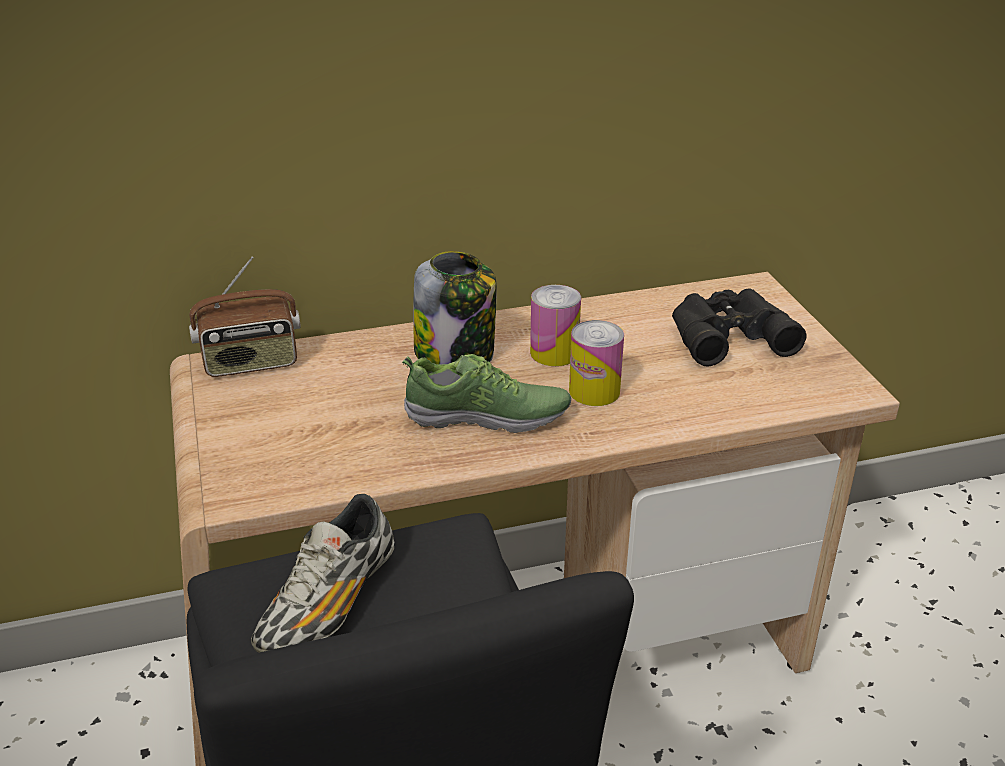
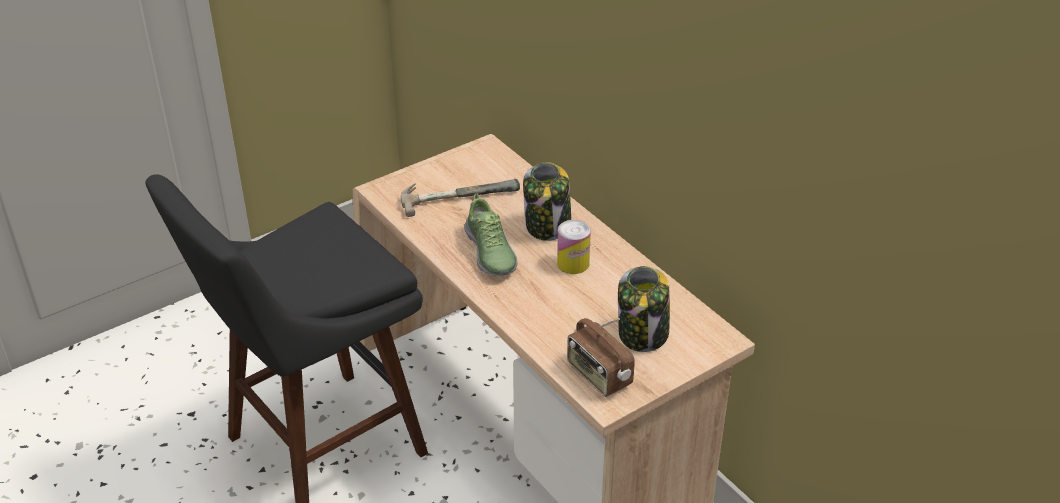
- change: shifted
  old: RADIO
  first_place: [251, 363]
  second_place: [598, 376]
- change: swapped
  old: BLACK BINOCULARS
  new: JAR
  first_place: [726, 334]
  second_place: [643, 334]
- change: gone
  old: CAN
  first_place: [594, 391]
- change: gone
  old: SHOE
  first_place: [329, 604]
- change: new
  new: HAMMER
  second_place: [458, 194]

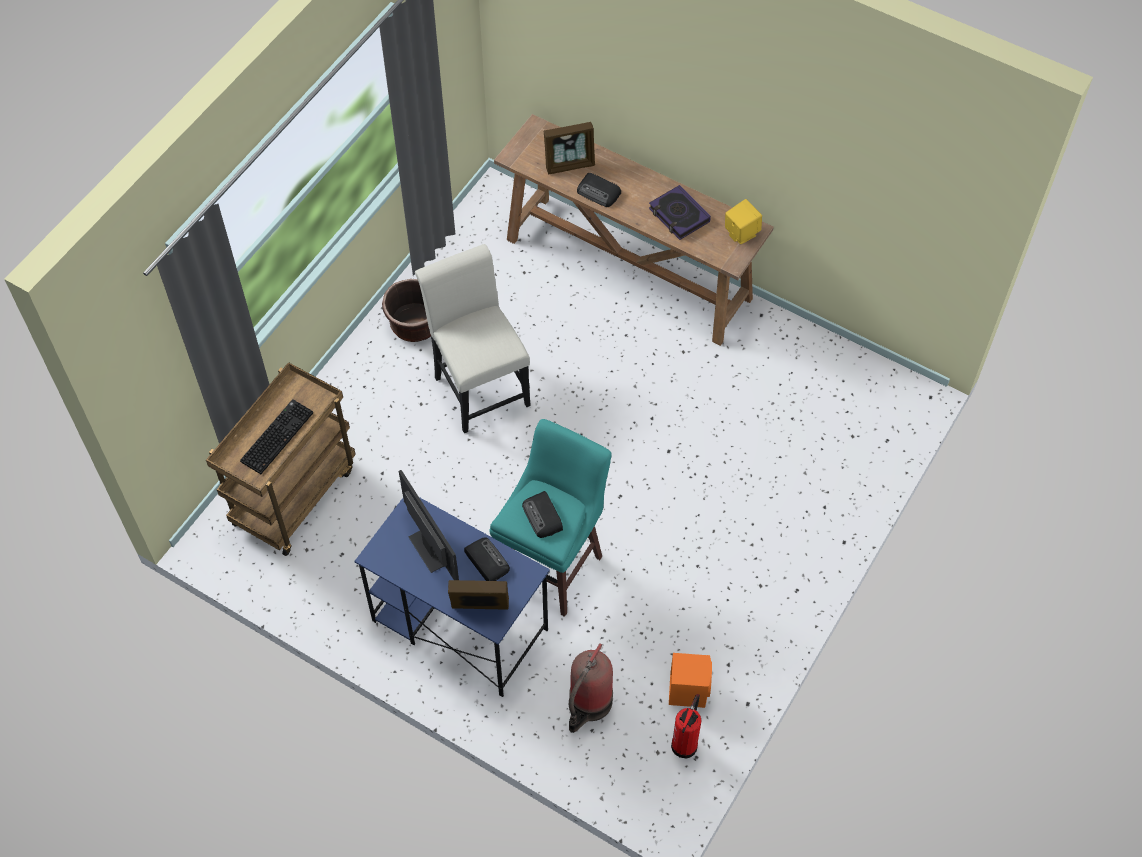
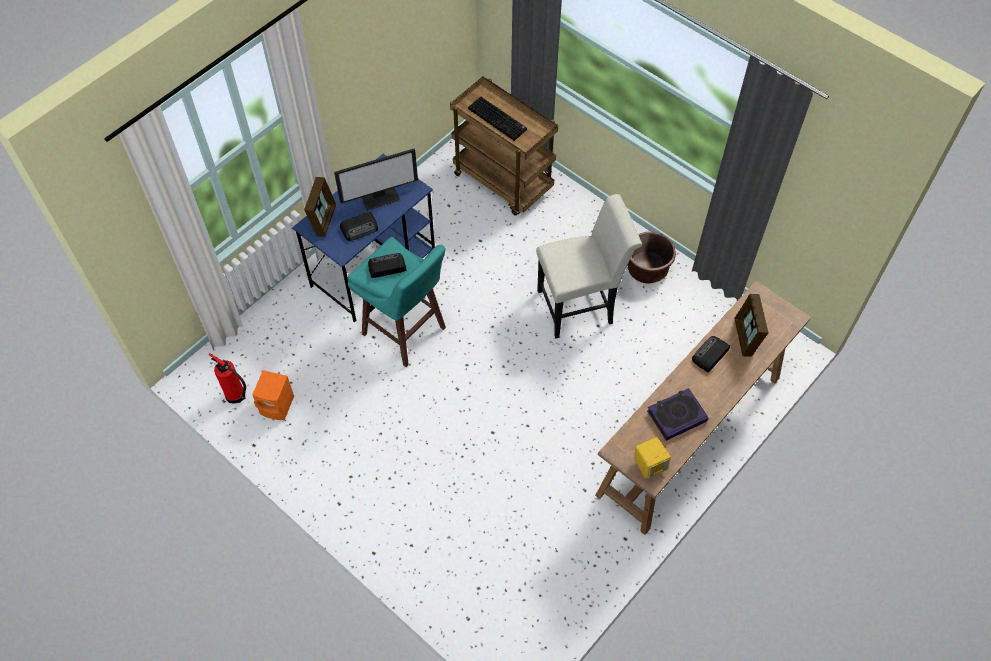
- change: gone
  old: FIRE EXTINGUISHER
  first_place: [588, 704]

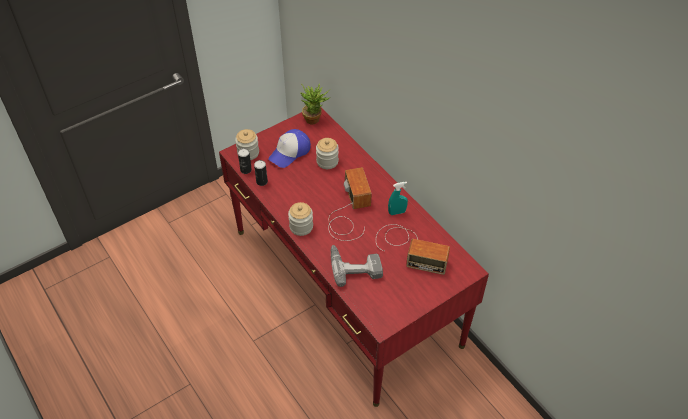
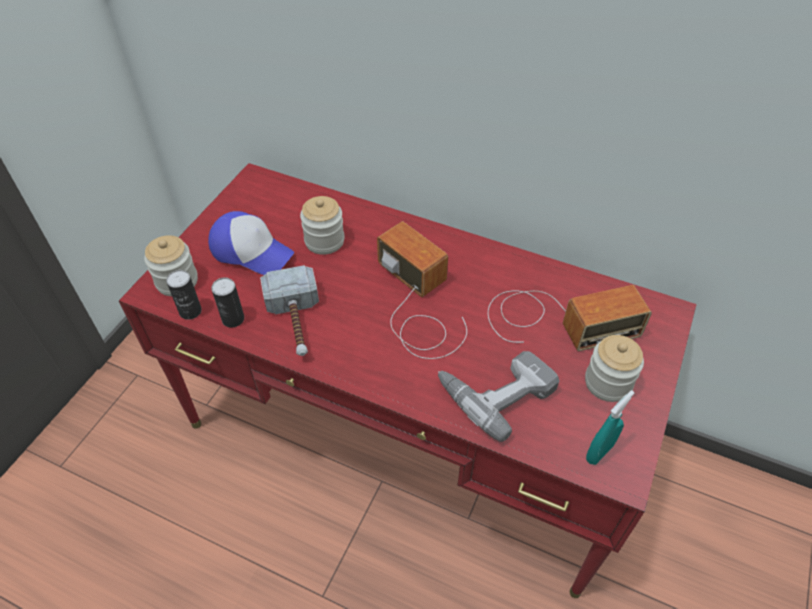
- change: gone
  old: POTTED PLANT
  first_place: [315, 119]
- change: rotated
  old: CAP
  first_place: [290, 152]
  second_place: [251, 251]
  degrees: -75
- change: shifted
  old: TURQUOISE SPRAY BOTTLE
  first_place: [397, 212]
  second_place: [599, 452]
- change: shifted
  old: JAR
  first_place: [301, 227]
  second_place: [608, 382]
- change: new
  new: HAMMER
  second_place: [296, 322]

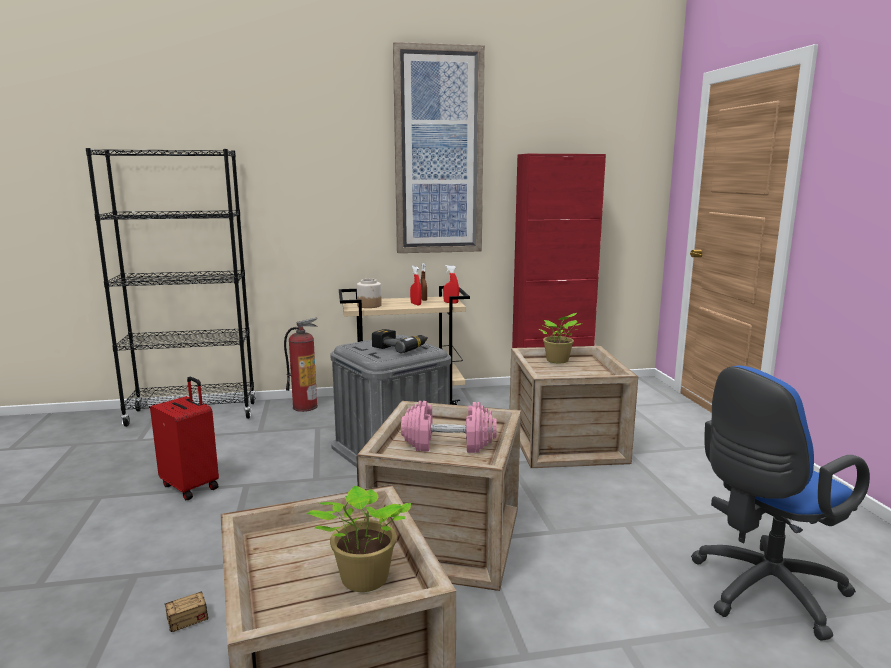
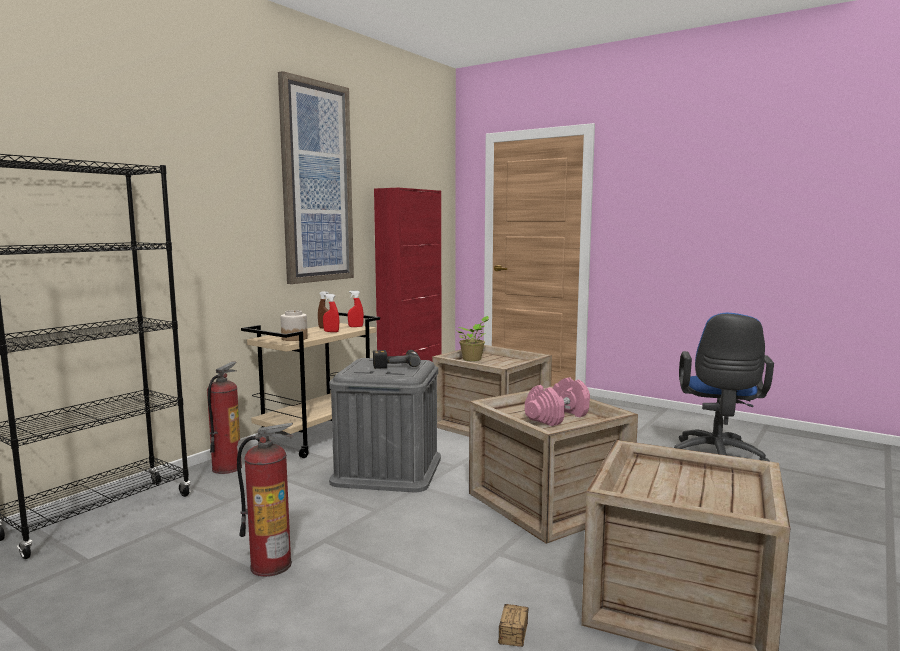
- change: swapped
  old: RED SUITCASE
  new: FIRE EXTINGUISHER
  first_place: [191, 486]
  second_place: [271, 565]
- change: gone
  old: POTTED PLANT
  first_place: [362, 580]

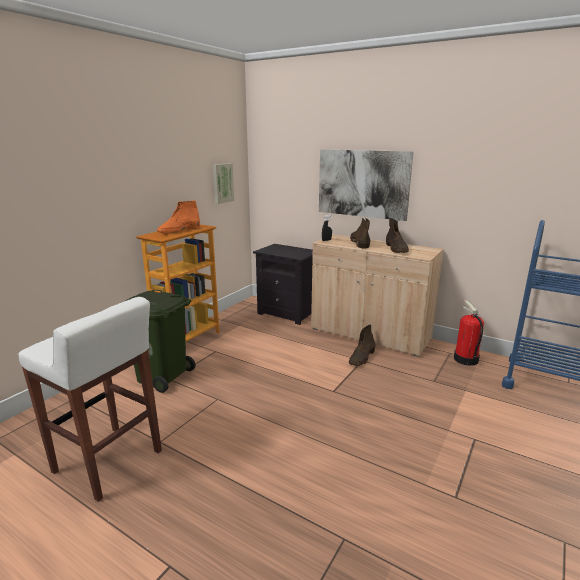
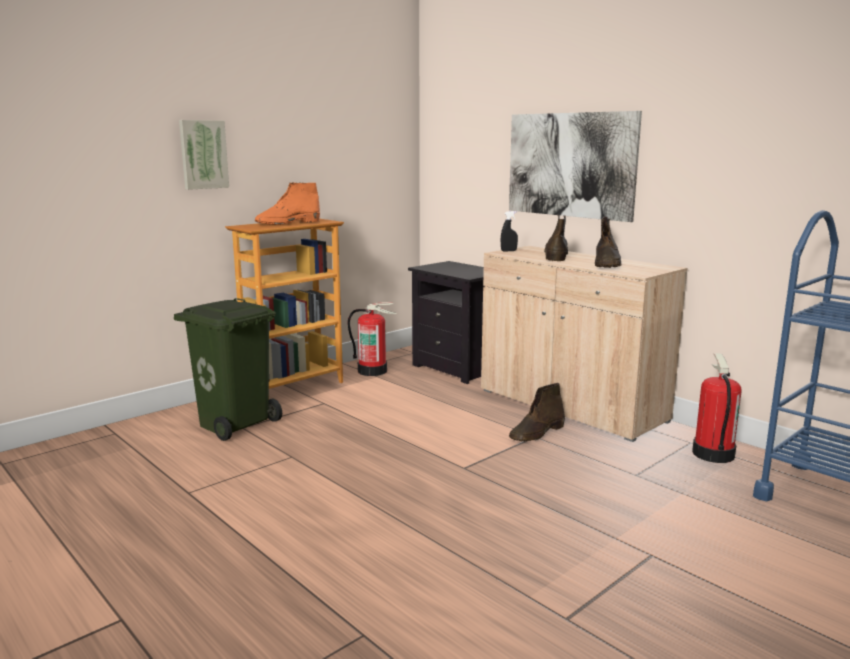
- change: shifted
  old: PICTURE
  first_place: [222, 183]
  second_place: [203, 154]
- change: gone
  old: WHITE STOOL
  first_place: [109, 462]
- change: new
  new: FIRE EXTINGUISHER
  second_place: [372, 371]

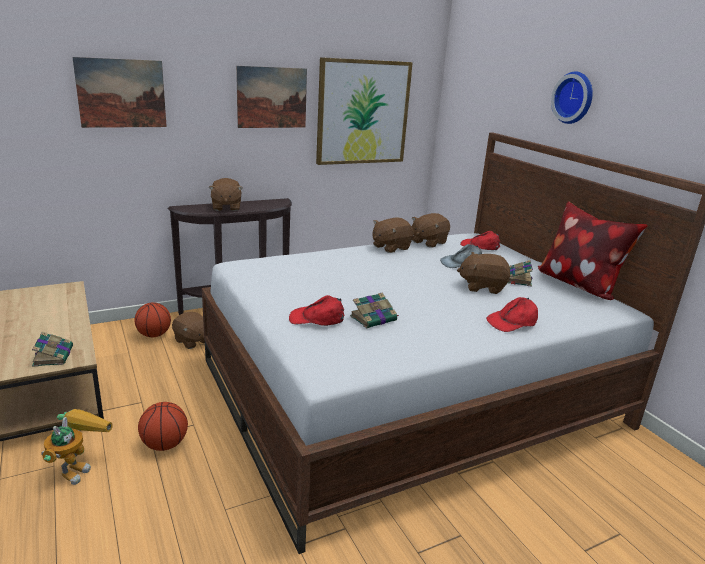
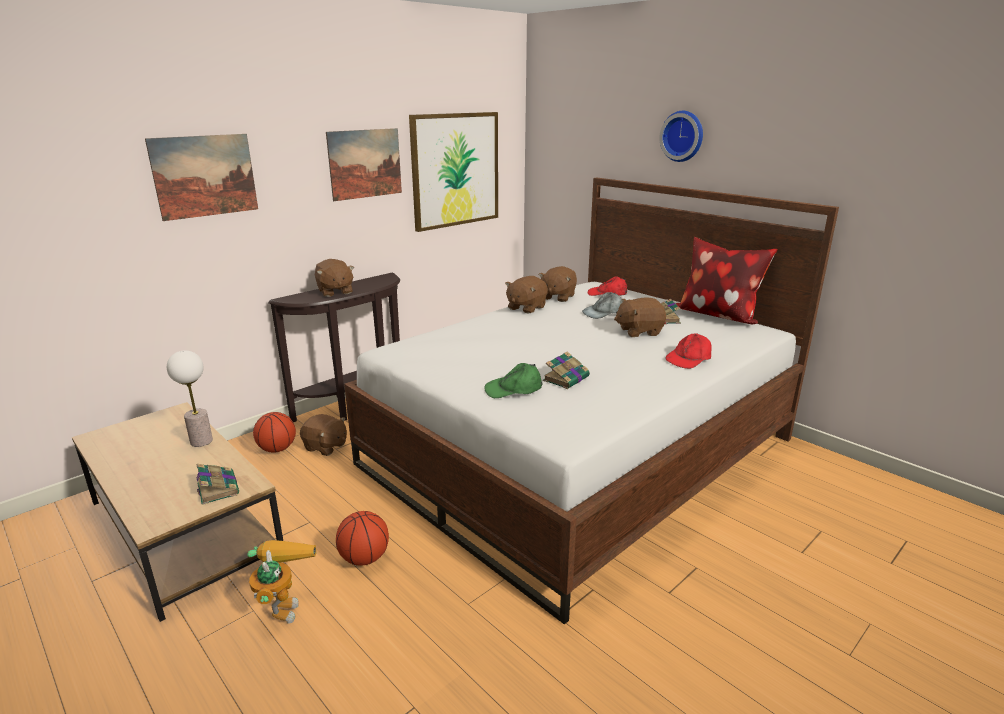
- change: repainted
  old: RED CAP
  new: GREEN CAP
  first_place: [317, 318]
  second_place: [513, 389]
- change: new
  new: TABLE LAMP
  second_place: [201, 441]

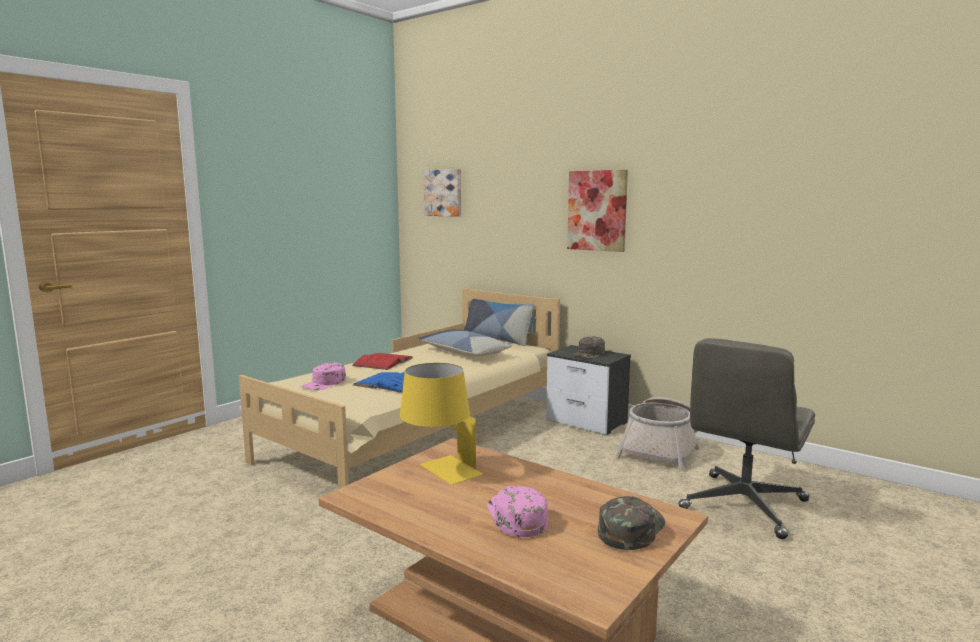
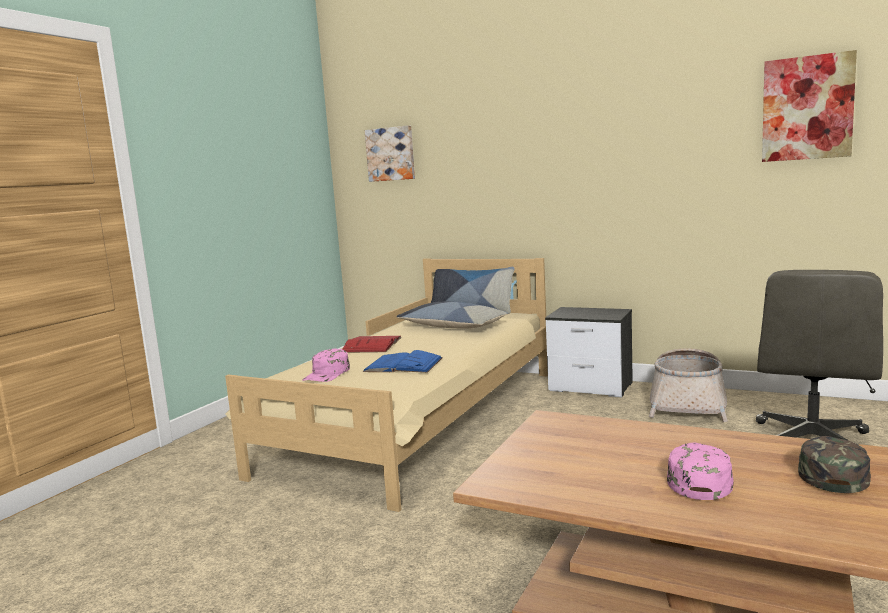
- change: shifted
  old: PICTURE
  first_place: [597, 210]
  second_place: [807, 108]
- change: gone
  old: GREEN CAP
  first_place: [589, 354]
- change: gone
  old: YELLOW TABLE LAMP
  first_place: [440, 472]
- change: rotated
  old: PINK CAP
  first_place: [515, 516]
  second_place: [697, 478]
  degrees: 45

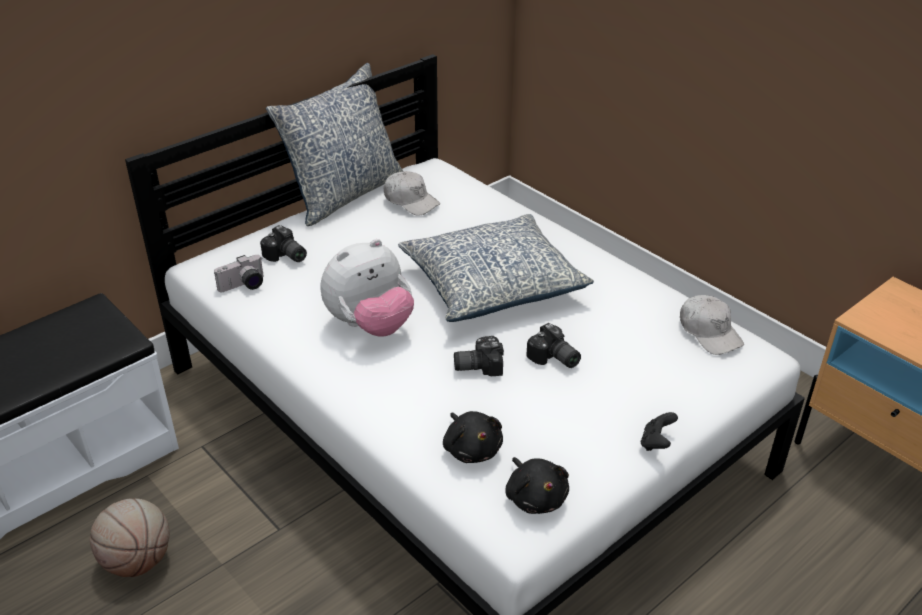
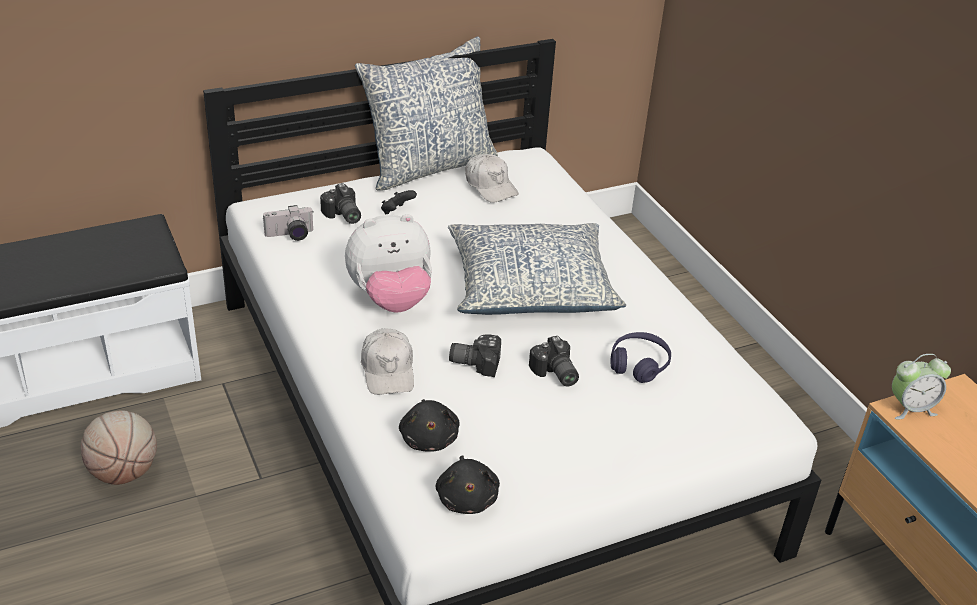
- change: shifted
  old: WHITE CAP
  first_place: [709, 332]
  second_place: [388, 370]
- change: shifted
  old: BLACK GAME CONTROLLER
  first_place: [656, 443]
  second_place: [396, 212]
- change: new
  new: PURPLE HEADPHONES
  second_place: [639, 364]
- change: new
  new: ALARM CLOCK
  second_place: [910, 408]

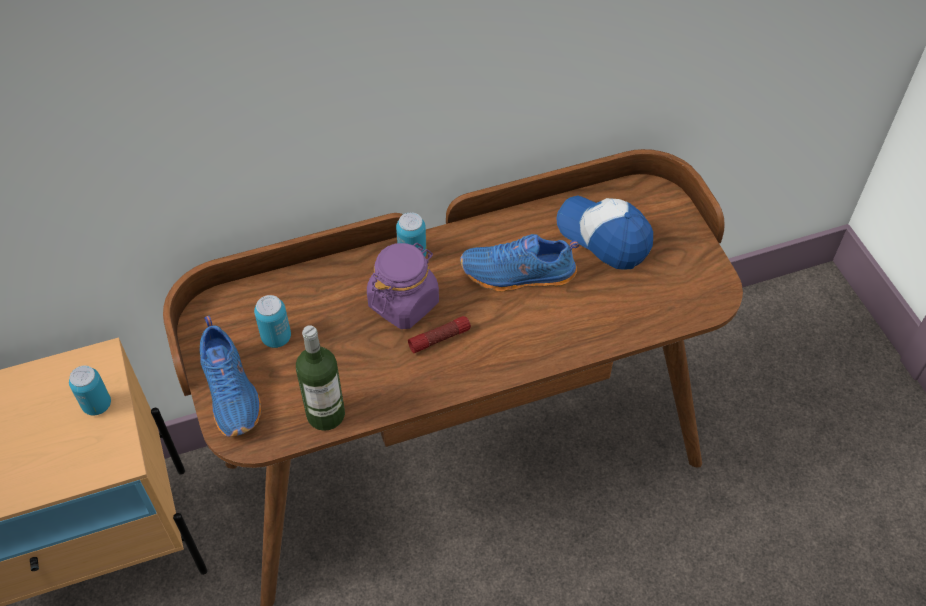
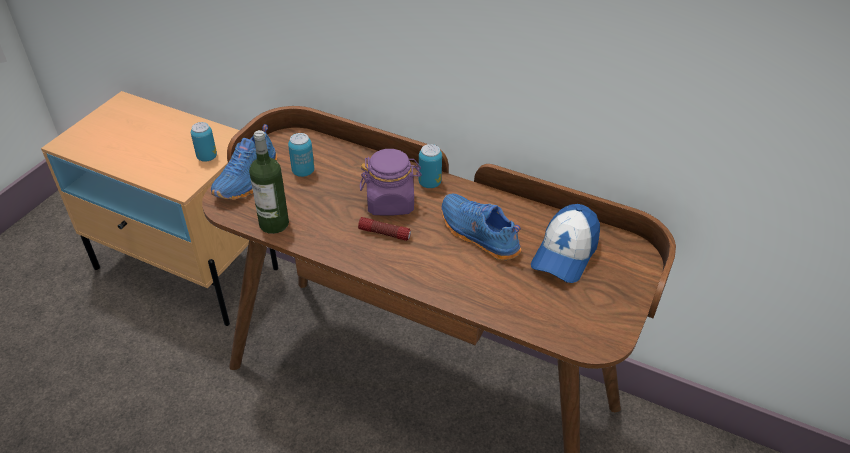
- change: rotated
  old: CAP
  first_place: [604, 236]
  second_place: [565, 254]
  degrees: -150

